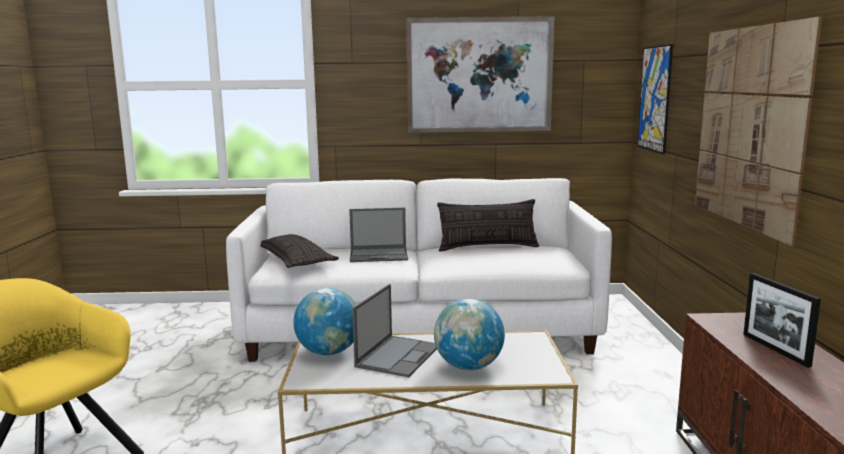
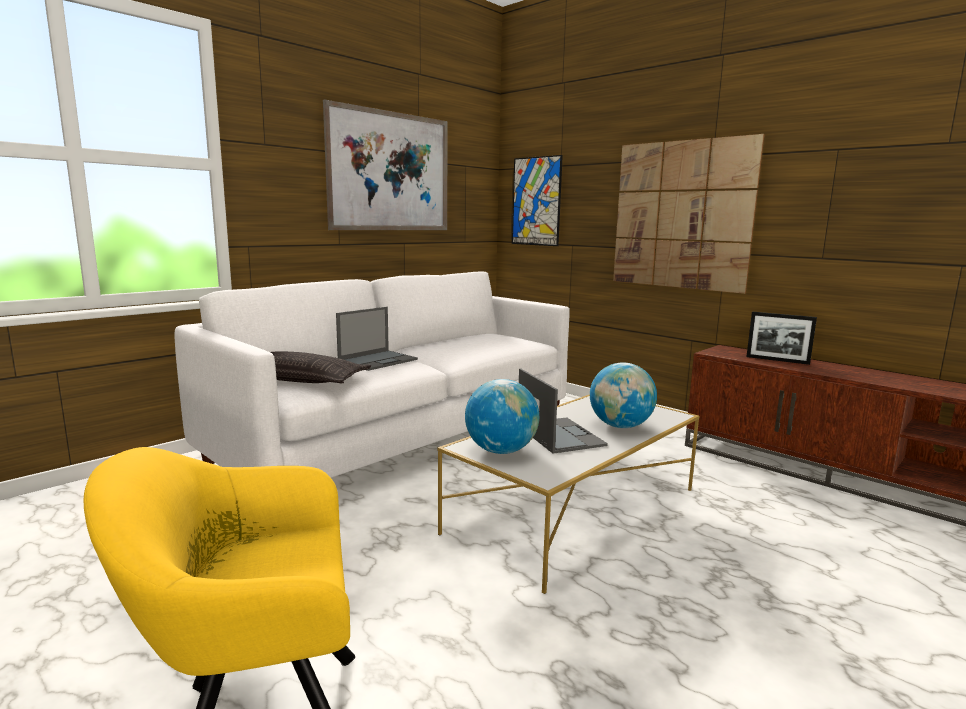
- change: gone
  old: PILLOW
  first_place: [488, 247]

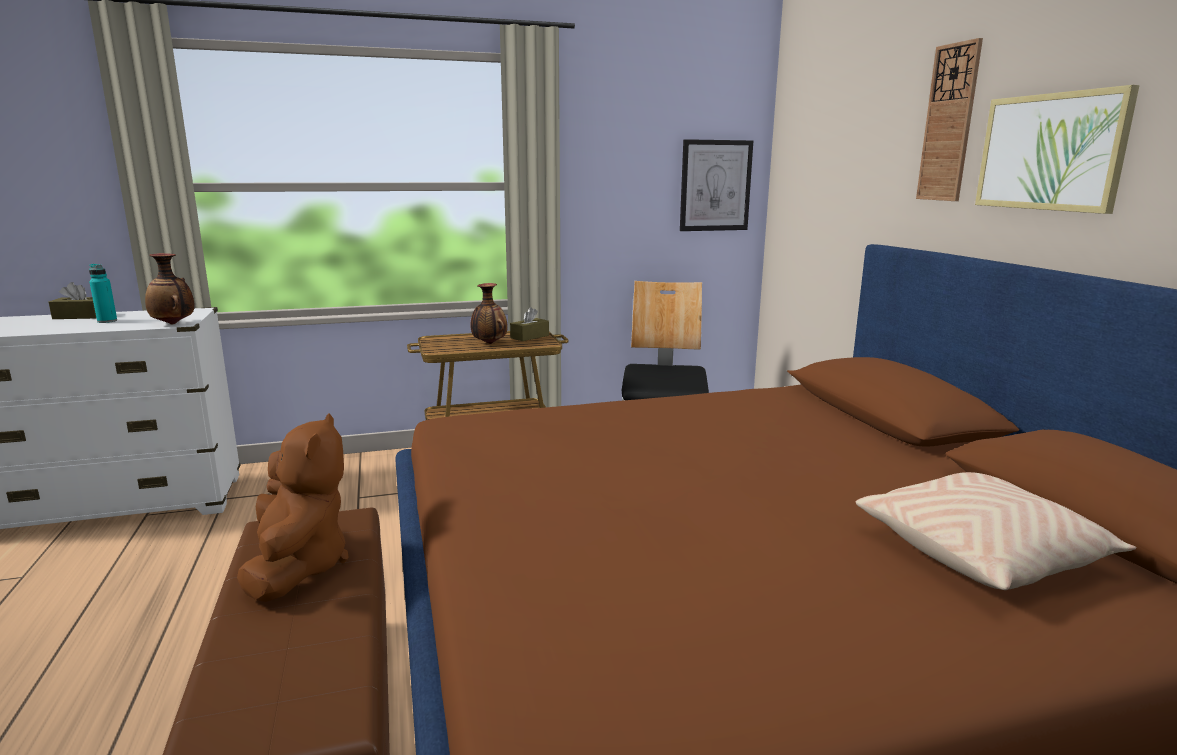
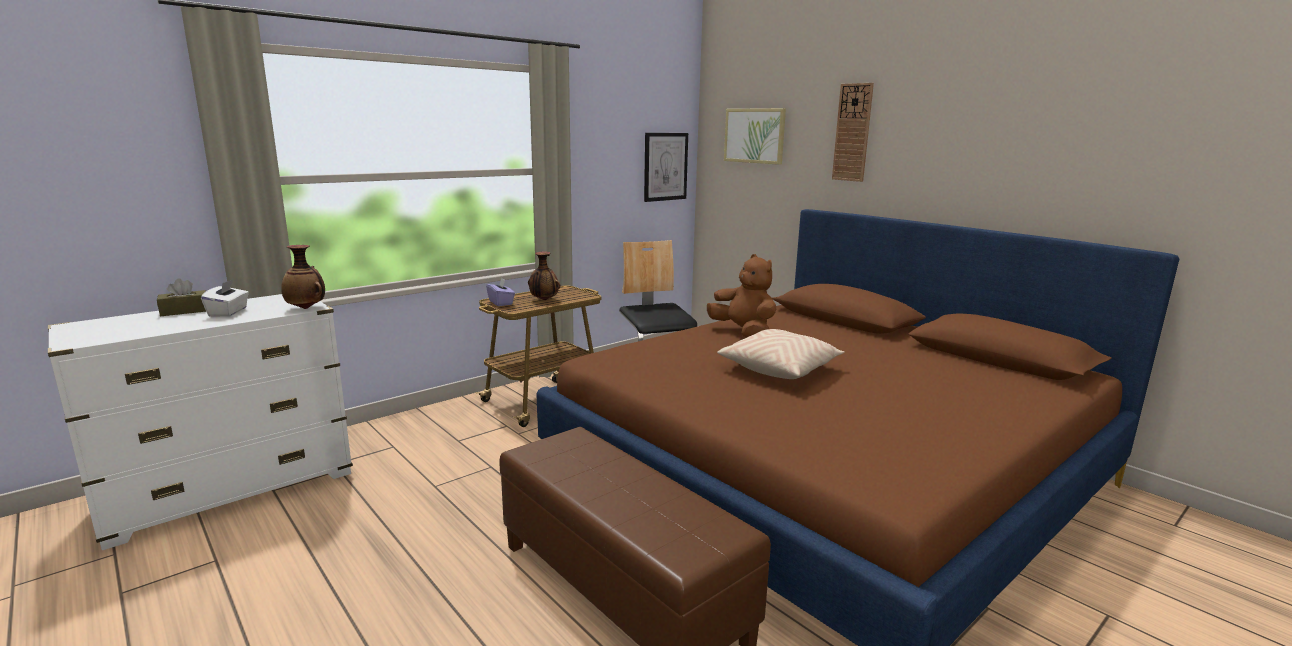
- change: shifted
  old: PICTURE
  first_place: [1051, 152]
  second_place: [754, 135]
- change: swapped
  old: TURQUOISE BOTTLE
  new: WHITE TISSUE BOX
  first_place: [107, 321]
  second_place: [228, 312]
- change: gone
  old: BROWN TISSUE BOX
  first_place: [529, 337]
- change: shifted
  old: BROWN PLUSH TOY
  first_place: [298, 567]
  second_place: [743, 333]
- change: shifted
  old: BEIGE PILLOW
  first_place: [981, 554]
  second_place: [780, 369]
- change: new
  new: PURPLE TISSUE BOX
  second_place: [501, 303]

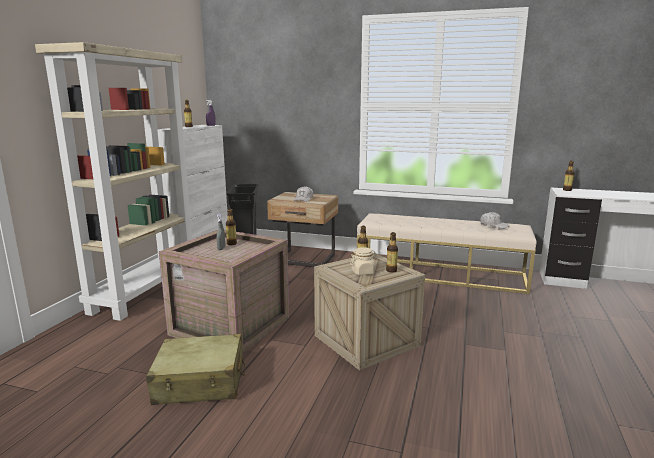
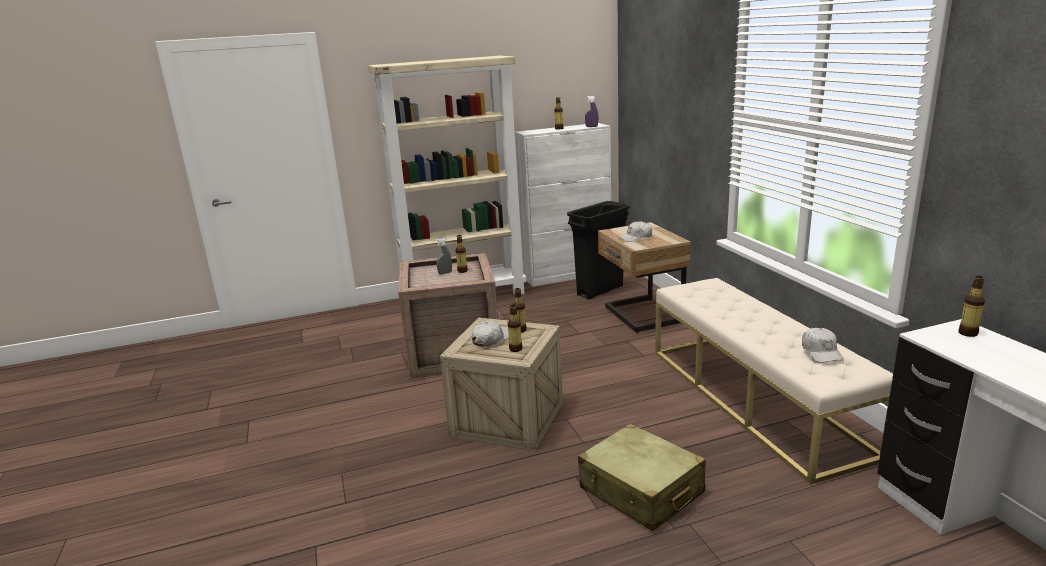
- change: swapped
  old: BEIGE JAR
  new: WHITE CAP
  first_place: [363, 272]
  second_place: [491, 340]
- change: shifted
  old: BEIGE SUITCASE
  first_place: [200, 382]
  second_place: [641, 491]

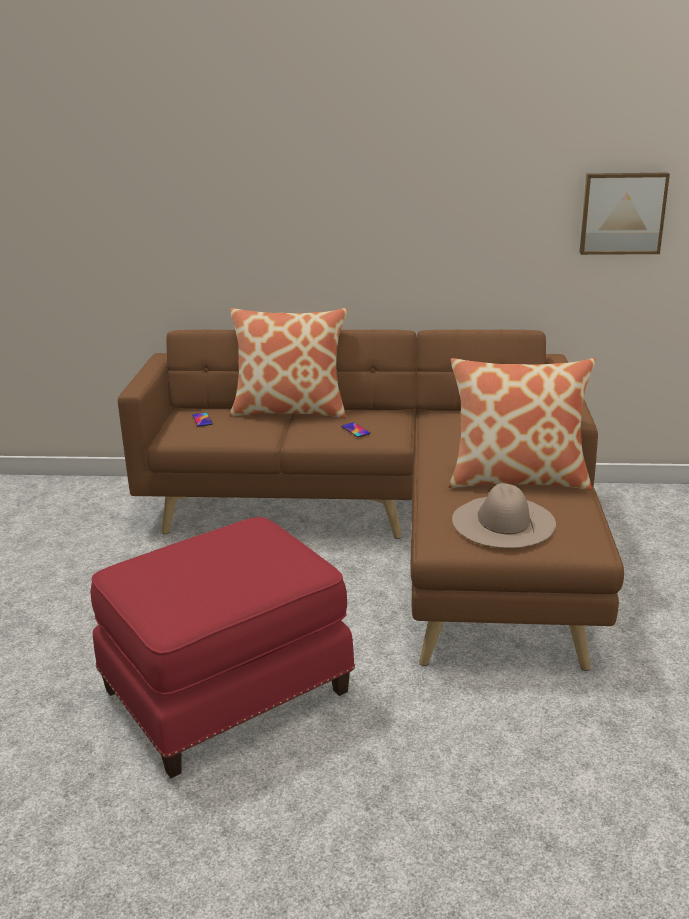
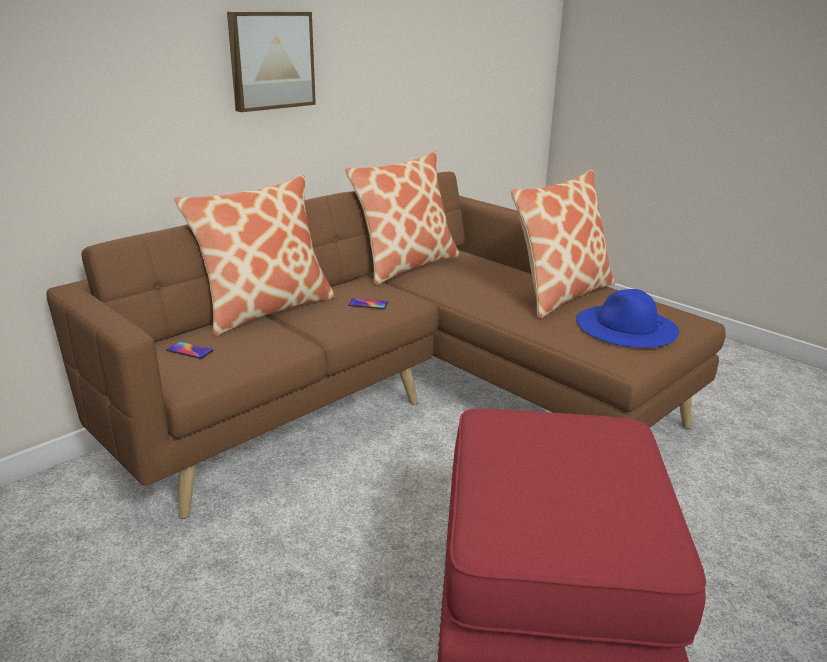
- change: shifted
  old: PICTURE
  first_place: [622, 213]
  second_place: [270, 60]
- change: repainted
  old: BEIGE HAT
  new: BLUE HAT
  first_place: [503, 521]
  second_place: [626, 326]
- change: new
  new: PILLOW
  second_place: [405, 265]

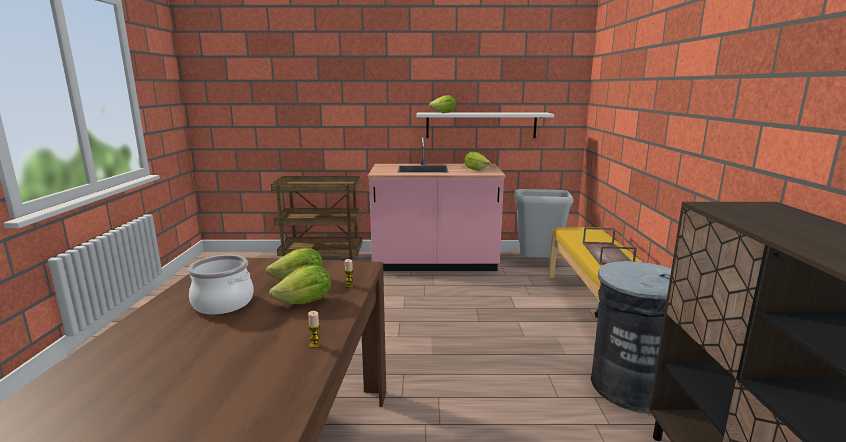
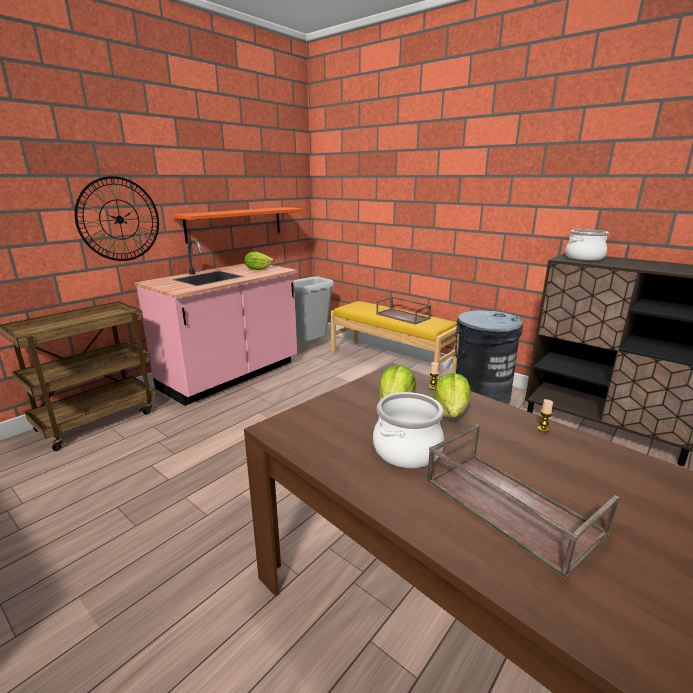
- change: gone
  old: LETTUCE
  first_place: [444, 113]
- change: repainted
  old: WHITE SHELF
  new: ORANGE SHELF
  first_place: [481, 125]
  second_place: [235, 224]
- change: new
  new: WALL CLOCK
  second_place: [119, 219]
- change: new
  new: COOKING POT
  second_place: [584, 258]
- change: new
  new: BROWN TRAY
  second_place: [507, 506]

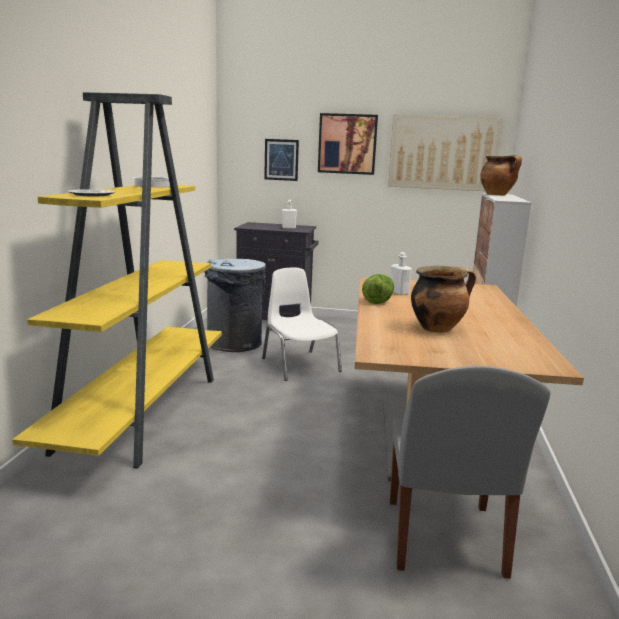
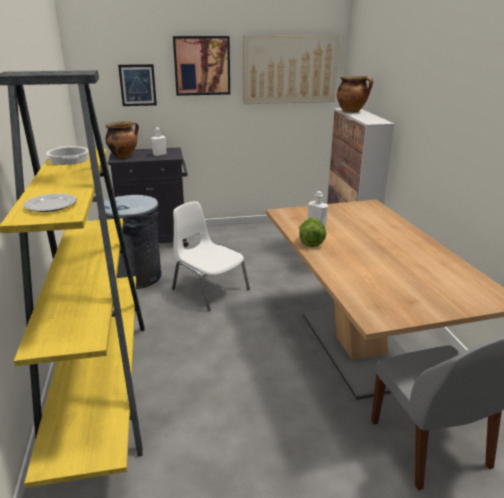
- change: shifted
  old: COOKING POT
  first_place: [437, 328]
  second_place: [124, 156]

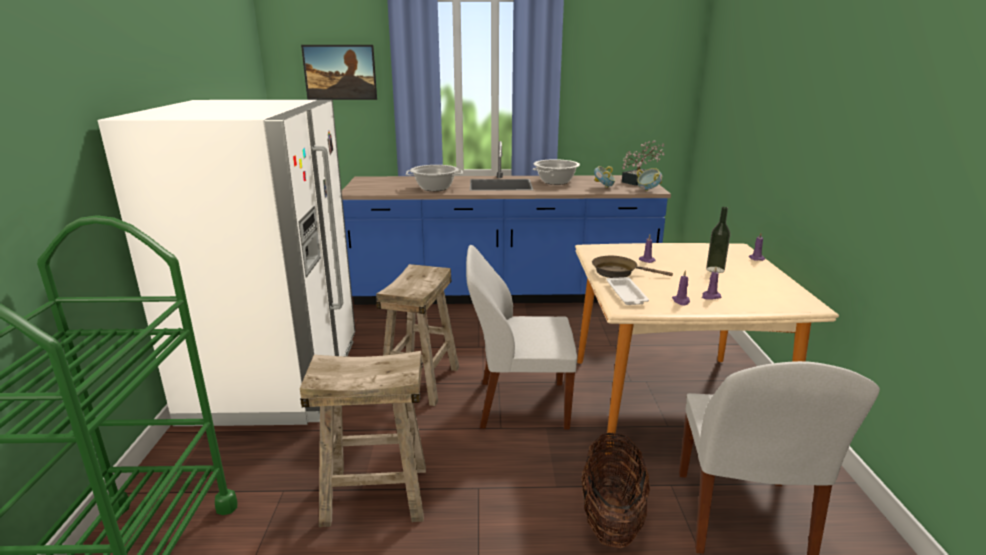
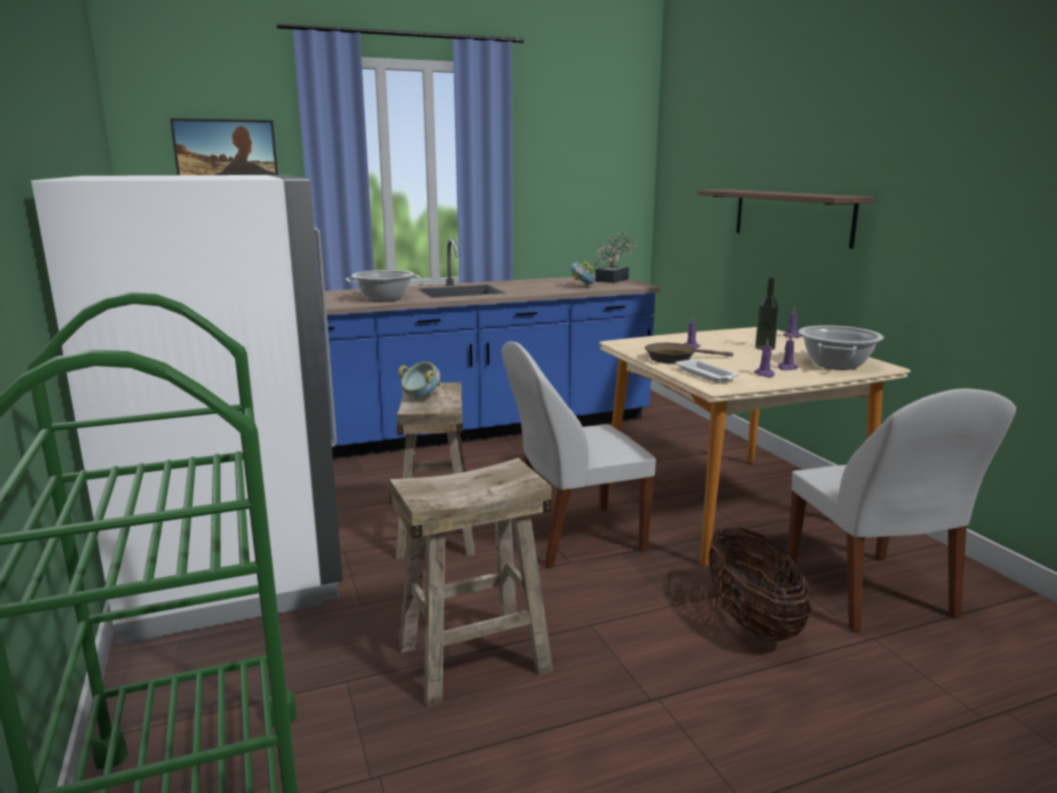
- change: shifted
  old: COOKING POT
  first_place: [555, 182]
  second_place: [836, 364]
- change: shifted
  old: BOWL
  first_place: [648, 190]
  second_place: [421, 398]
- change: new
  new: SHELF
  second_place: [791, 216]

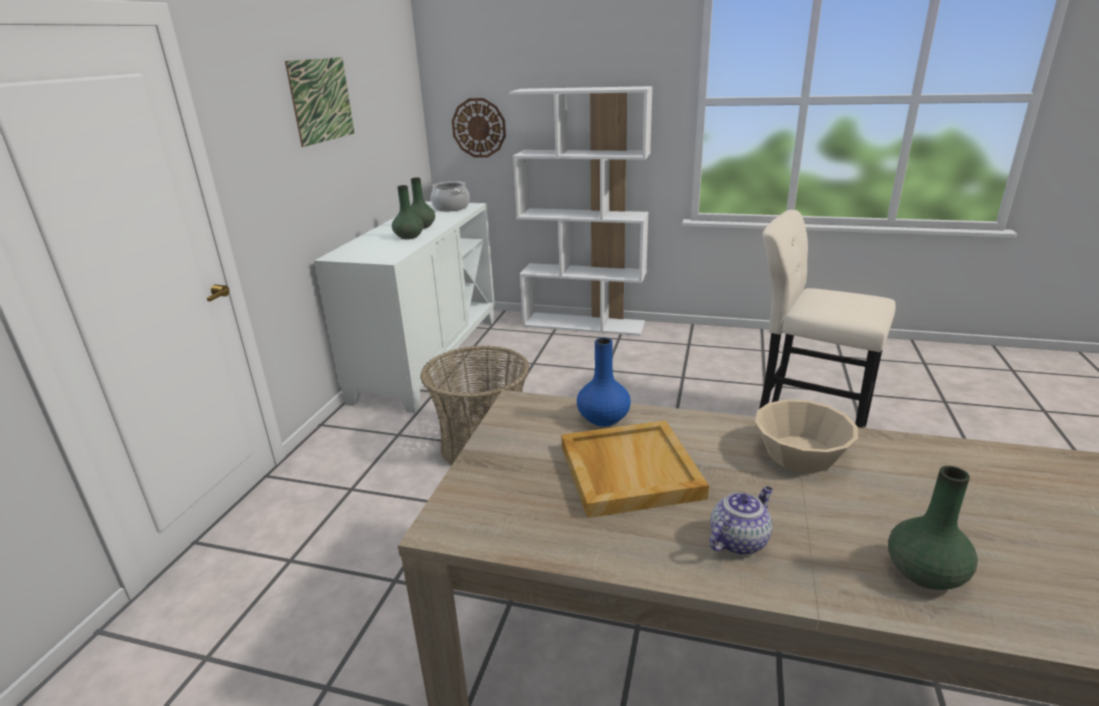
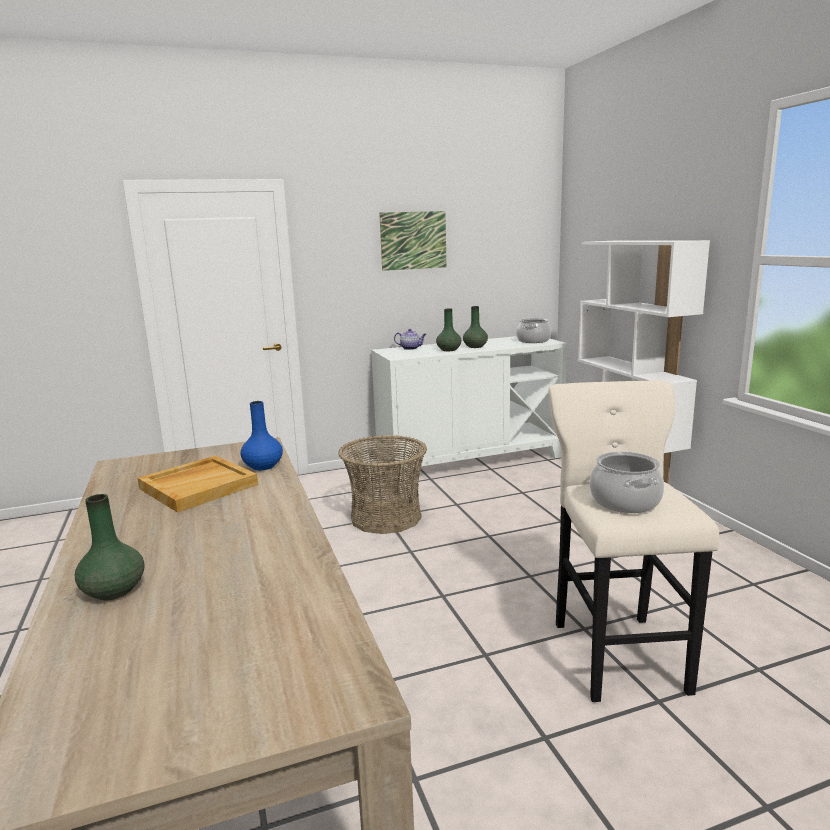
- change: gone
  old: WALL CLOCK
  first_place: [479, 128]
- change: gone
  old: BEIGE BOWL
  first_place: [800, 453]
- change: shifted
  old: TEAPOT
  first_place: [738, 540]
  second_place: [411, 348]
- change: new
  new: COOKING POT
  second_place: [625, 502]

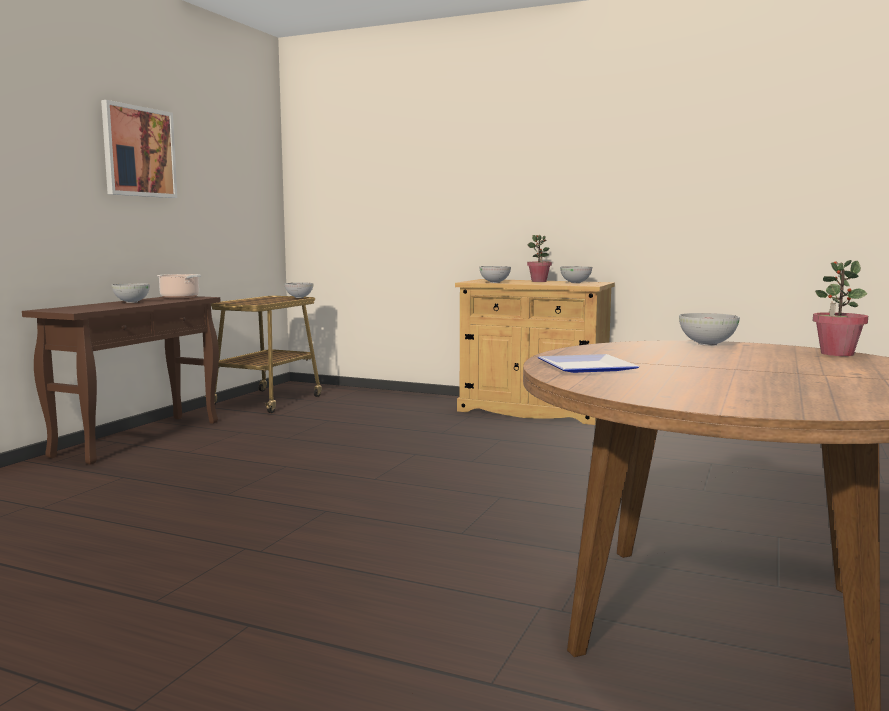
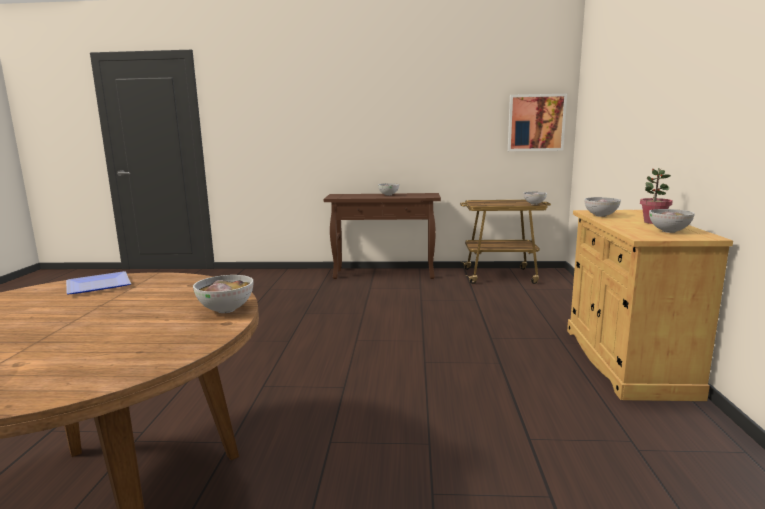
- change: shifted
  old: PICTURE
  first_place: [139, 152]
  second_place: [536, 122]
- change: gone
  old: POTTED PLANT
  first_place: [836, 353]
- change: gone
  old: COOKING POT
  first_place: [181, 297]

